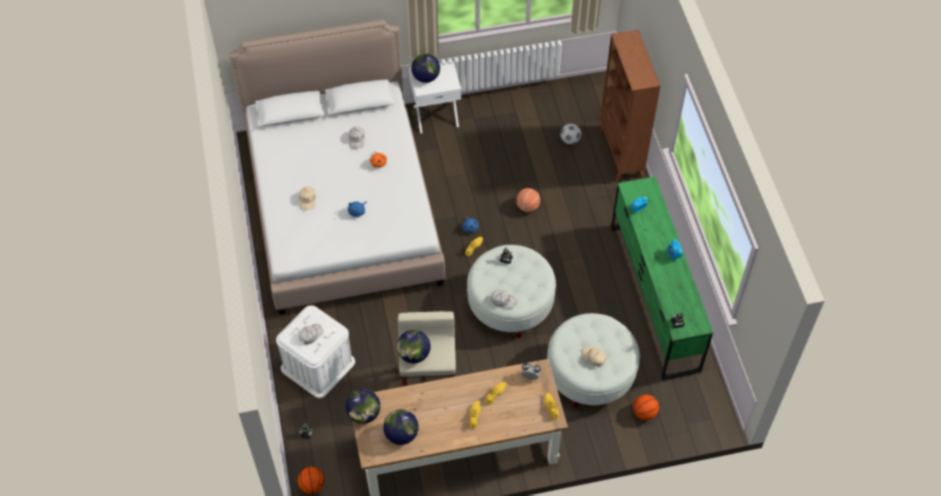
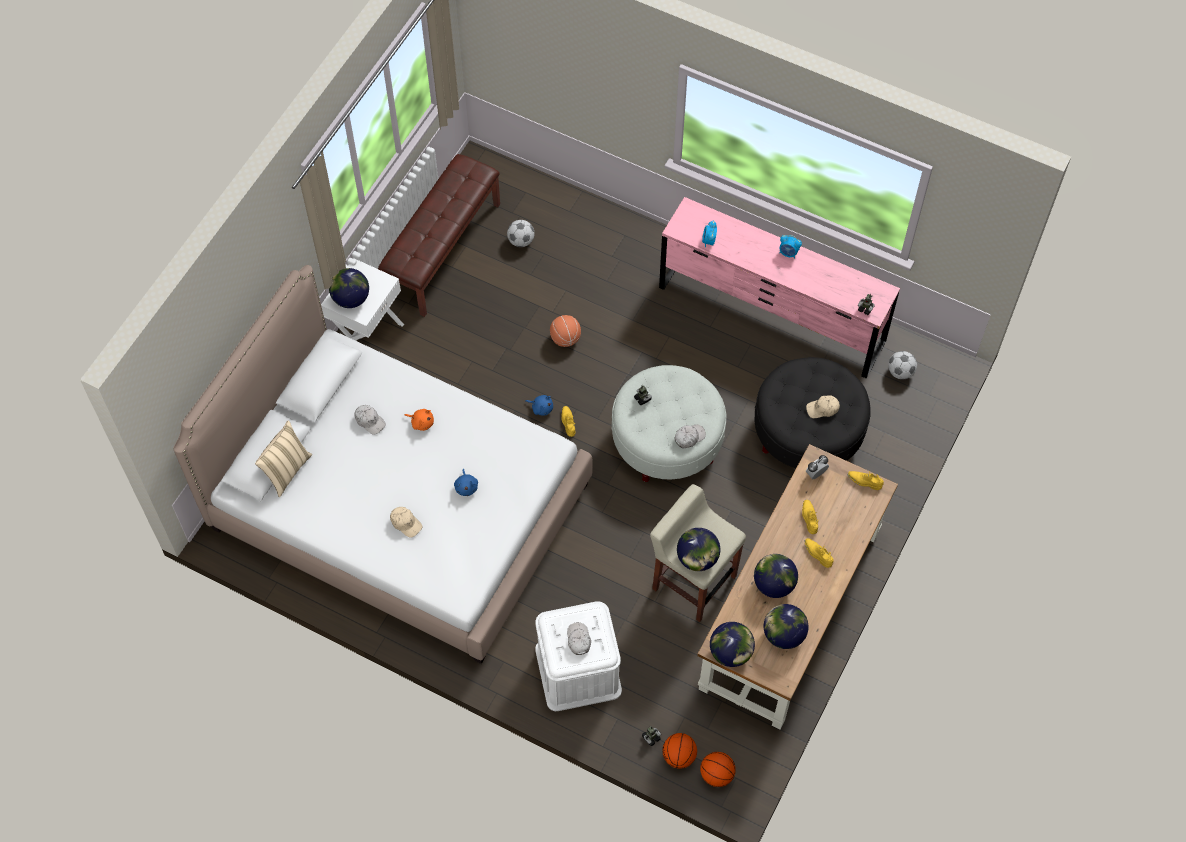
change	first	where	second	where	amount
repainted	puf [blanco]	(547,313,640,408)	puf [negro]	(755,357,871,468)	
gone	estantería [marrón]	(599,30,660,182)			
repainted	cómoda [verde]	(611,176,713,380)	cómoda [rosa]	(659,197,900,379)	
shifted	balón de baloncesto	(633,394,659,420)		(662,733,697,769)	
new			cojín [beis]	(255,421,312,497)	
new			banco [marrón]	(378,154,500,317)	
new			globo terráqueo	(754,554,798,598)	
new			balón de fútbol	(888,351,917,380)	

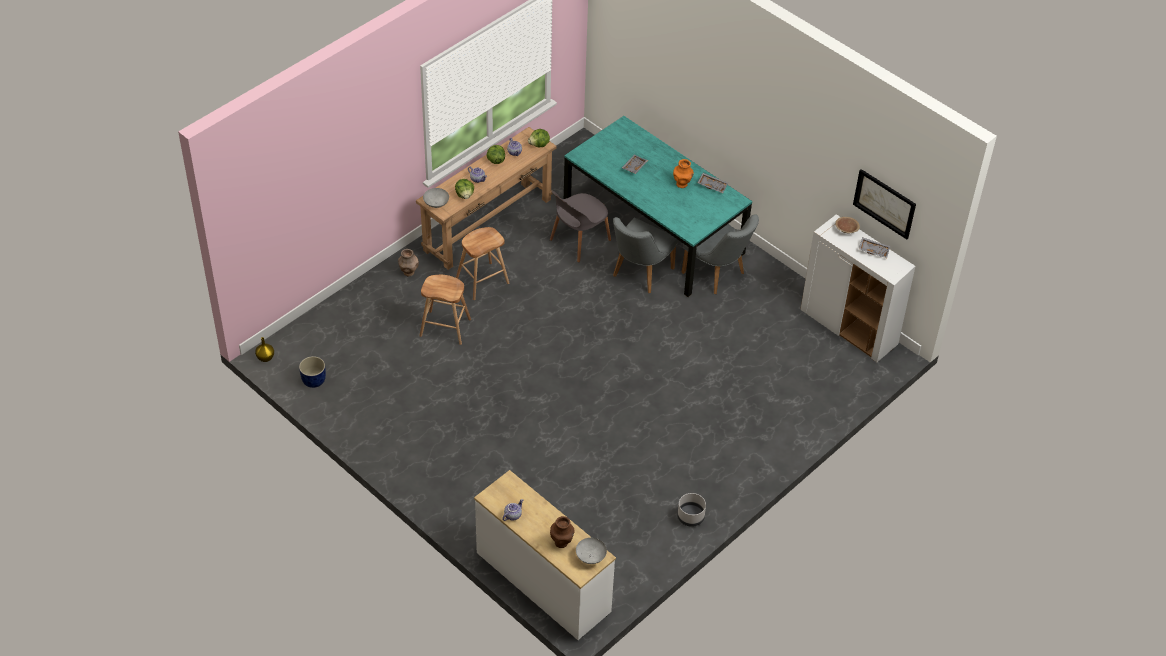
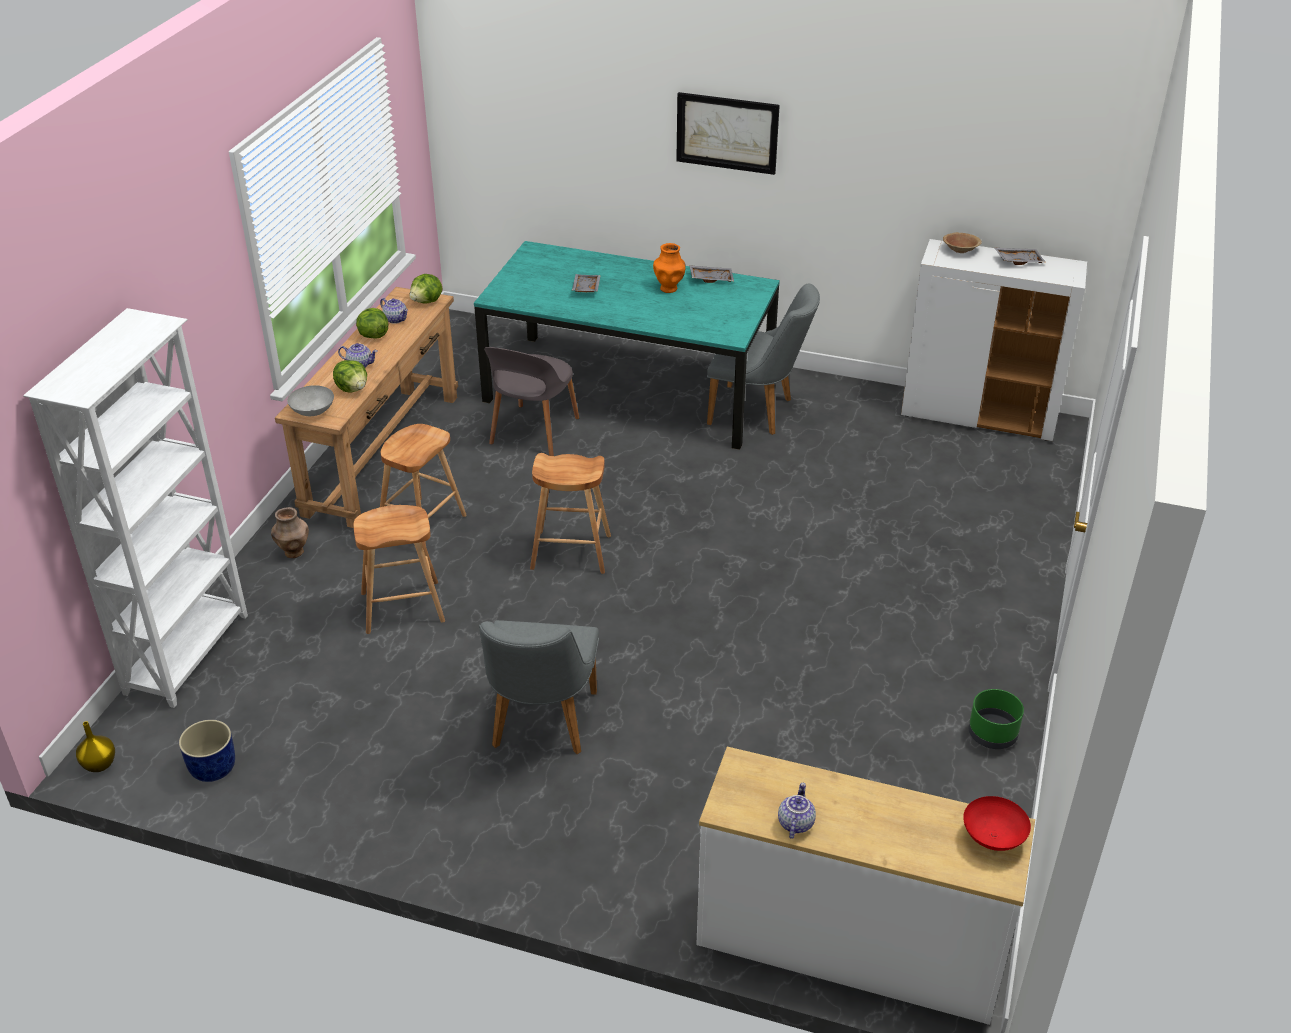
change	first	where	second	where	amount
gone	florero [marrón]	(550,516,575,548)			
repainted	cuenco [gris]	(576,538,607,564)	cuenco [rojo]	(963,796,1031,851)	
shifted	silla [gris]	(613,217,679,293)		(479,620,599,754)	
repainted	maceta [gris]	(678,493,706,527)	maceta [verde]	(969,689,1024,749)	
shifted	cuadro	(853,169,916,239)		(676,92,780,175)	
new			estantería [blanco]	(23,308,248,708)	
new			taburete [marrón]	(530,453,611,574)	

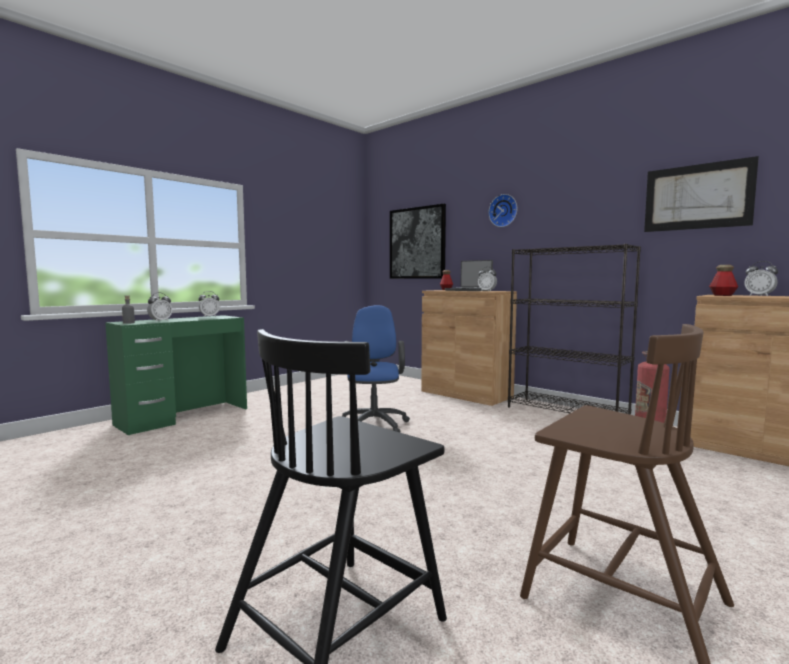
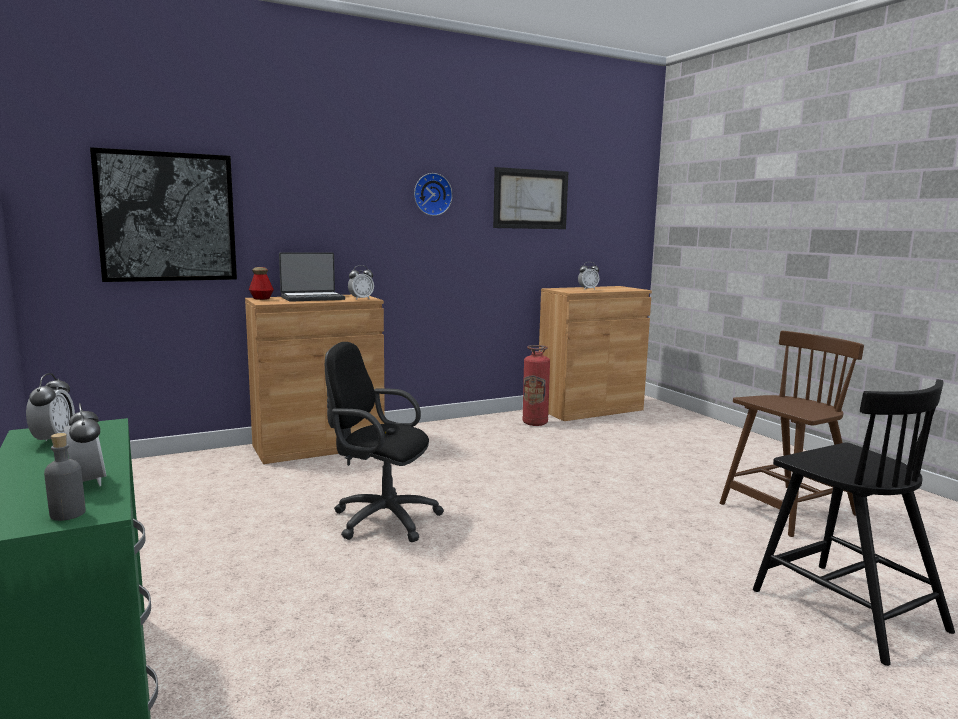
change	first	where	second	where	amount
repainted	silla de oficina [azul]	(342,305,410,432)	silla de oficina [negro]	(325,342,444,542)	
shifted	reloj de pared	(489,194,518,227)		(414,173,453,216)	
gone	estantería [negro]	(508,244,641,415)			
gone	botella	(709,265,738,296)			

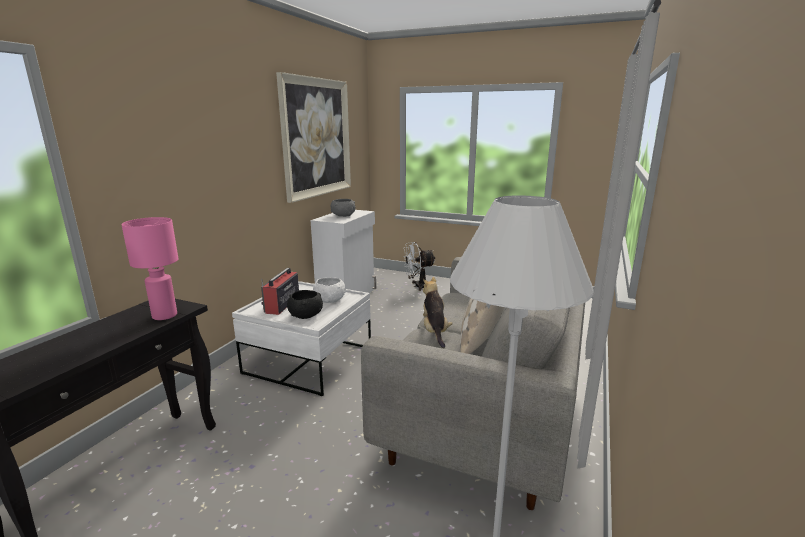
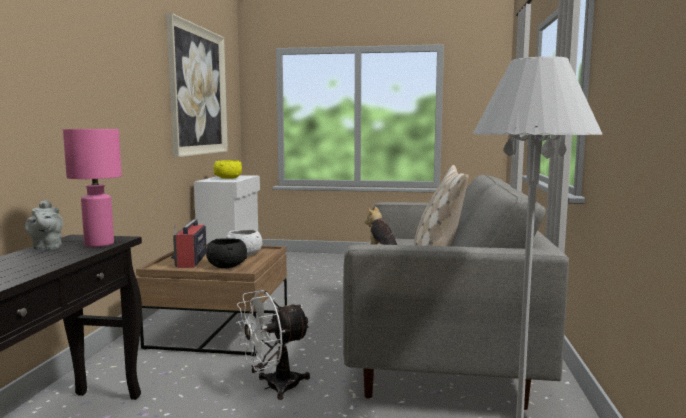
change	first	where	second	where	amount
repainted	mesa de centro [blanco]	(232,281,371,396)	mesa de centro [marrón]	(136,244,287,356)	
repainted	cuenco [gris]	(330,199,355,217)	cuenco [amarillo]	(213,160,242,179)	
shifted	ventilador [blanco]	(403,242,435,291)		(236,290,311,400)	
new			tetera [gris]	(25,200,63,250)	

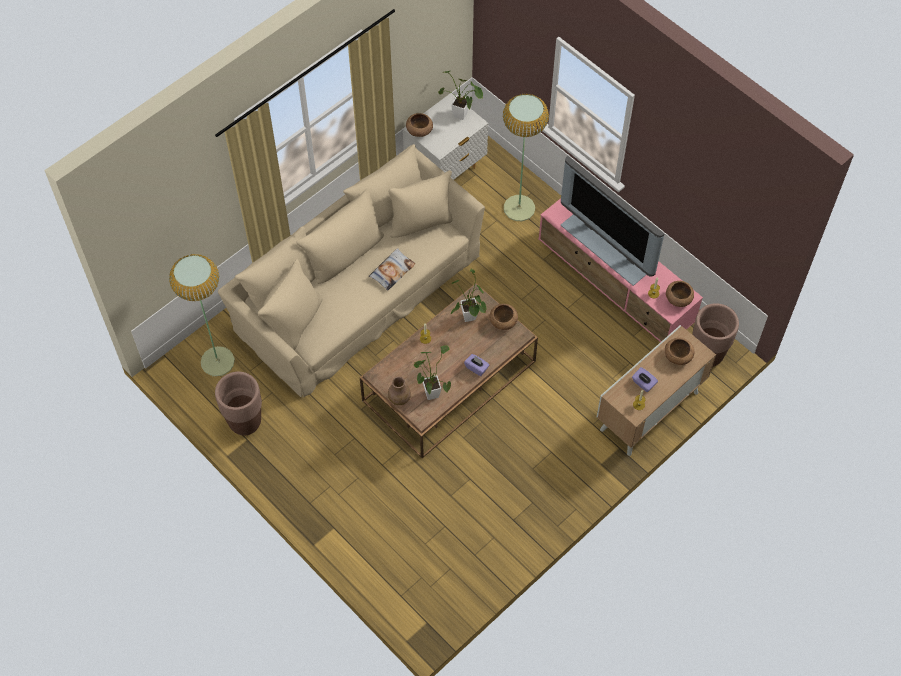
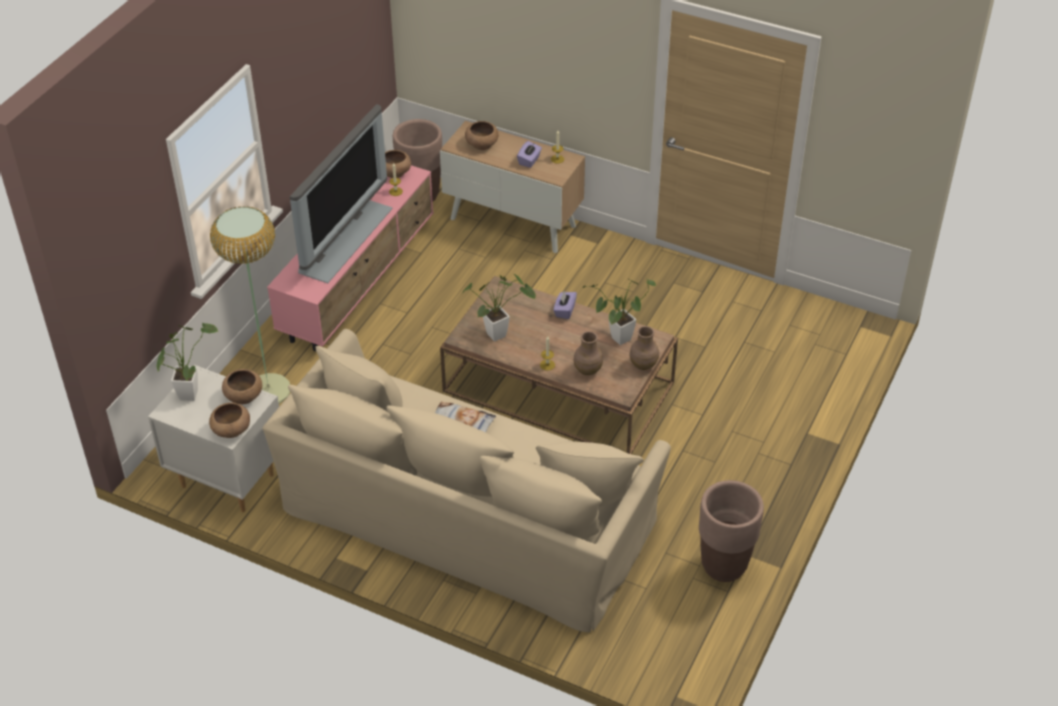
change	first	where	second	where	amount
gone	lámpara de pie	(169,254,235,376)			
shifted	cuenco [marrón]	(490,304,518,330)		(222,369,262,404)	
new			florero [marrón]	(573,331,603,375)	

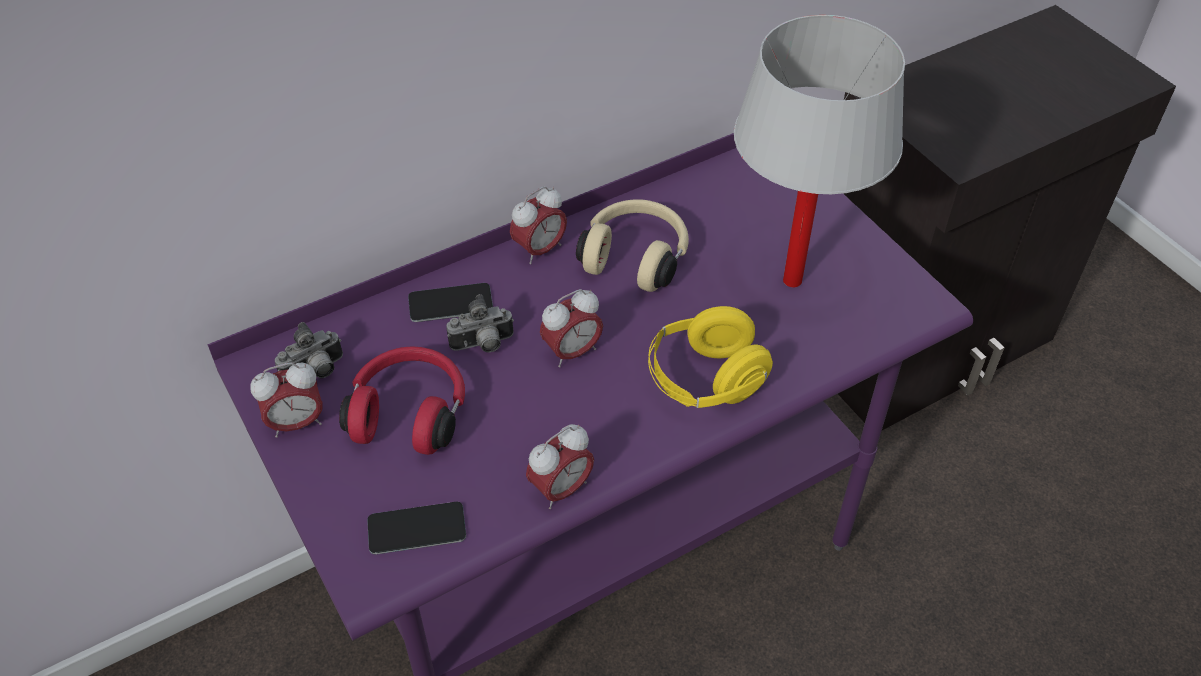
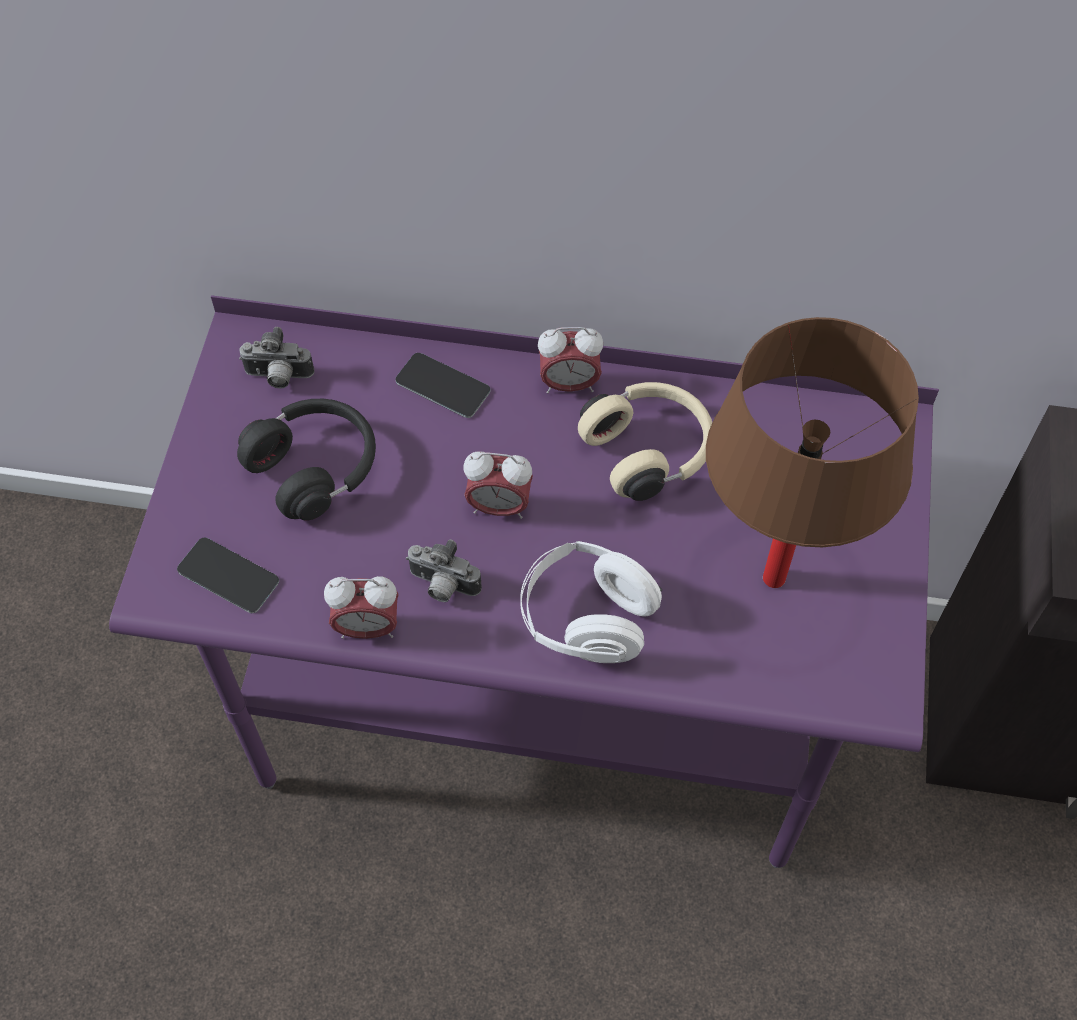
change	first	where	second	where	amount
gone	despertador	(250,362,323,438)			
repainted	auriculares [rojo]	(339,347,465,455)	auriculares [negro]	(237,399,376,521)	
shifted	cámara	(446,294,514,352)		(406,540,482,602)	
repainted	auriculares [amarillo]	(648,306,773,408)	auriculares [blanco]	(520,541,663,663)	
repainted	lámpara de mesa [blanco]	(734,15,905,287)	lámpara de mesa [marrón]	(706,317,919,588)	

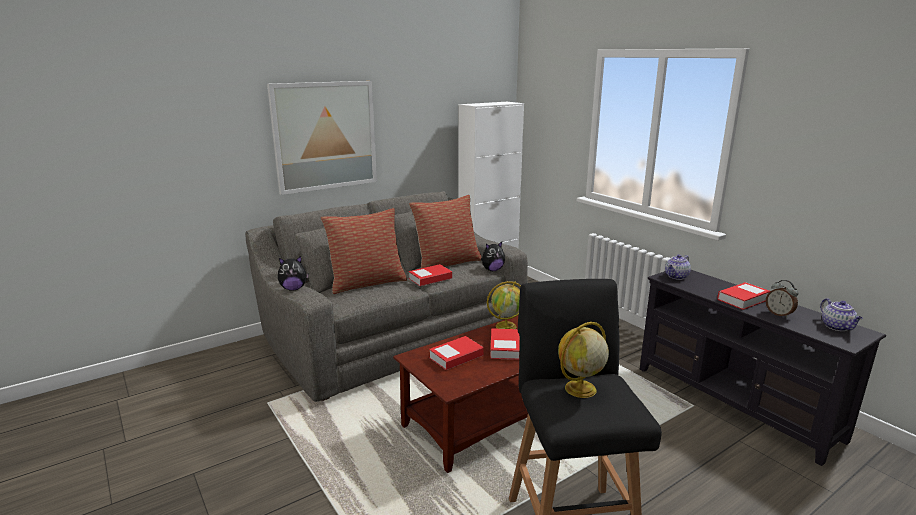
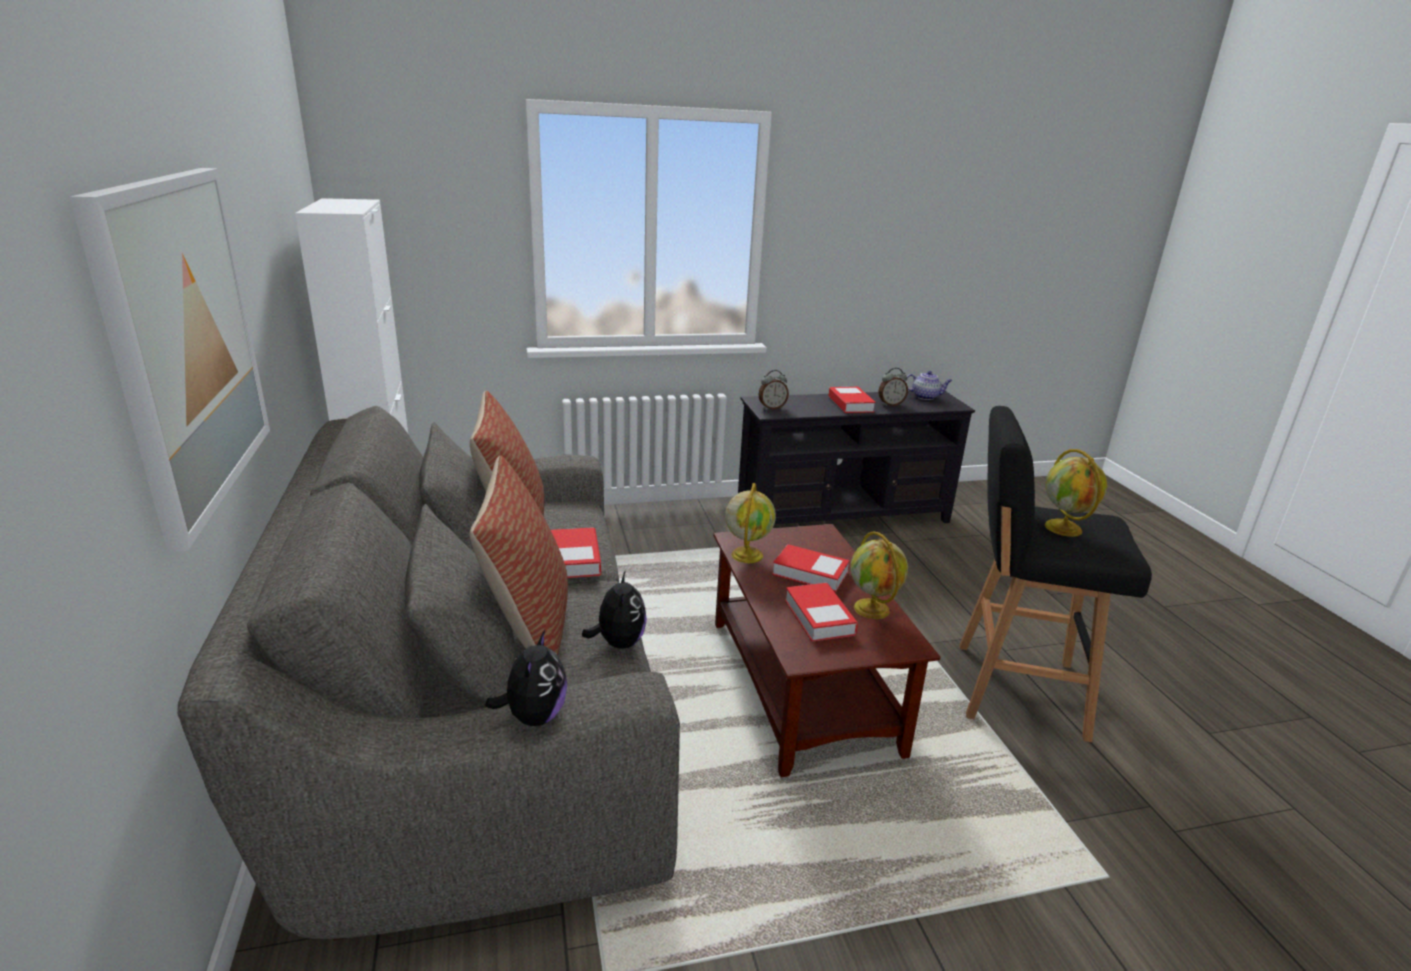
change	first	where	second	where	amount
shifted	peluche	(481,242,505,271)		(582,570,647,649)	
swapped	tetera	(665,255,691,280)	despertador	(758,370,789,409)	
new			globo terráqueo	(850,531,908,619)	

